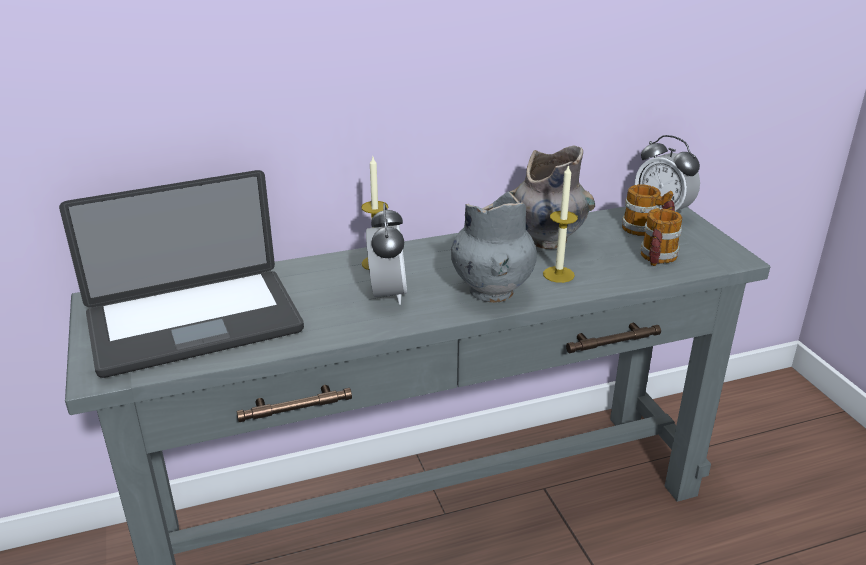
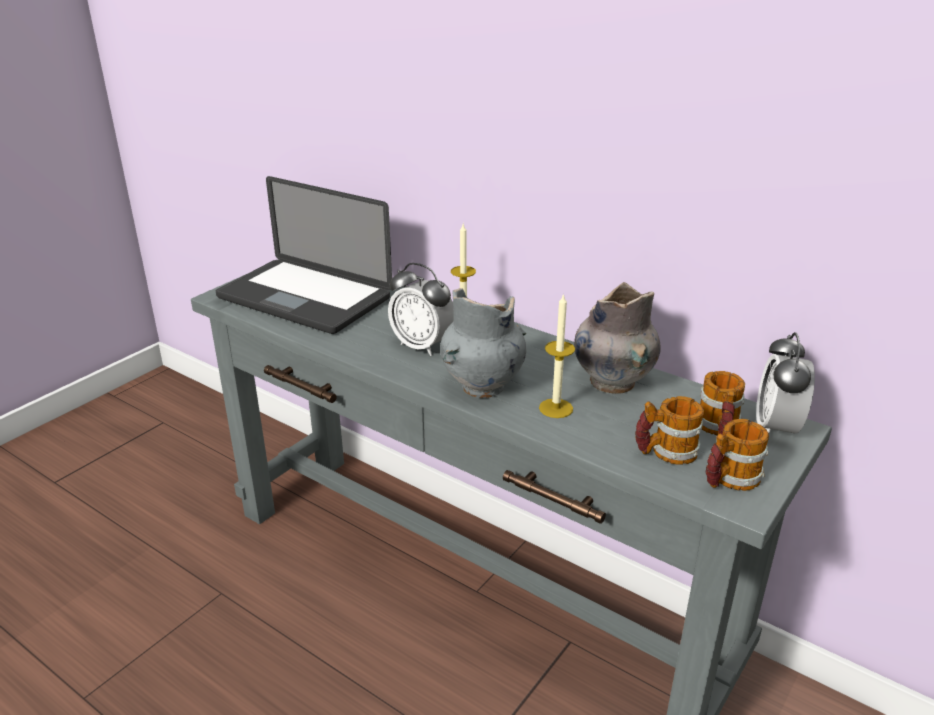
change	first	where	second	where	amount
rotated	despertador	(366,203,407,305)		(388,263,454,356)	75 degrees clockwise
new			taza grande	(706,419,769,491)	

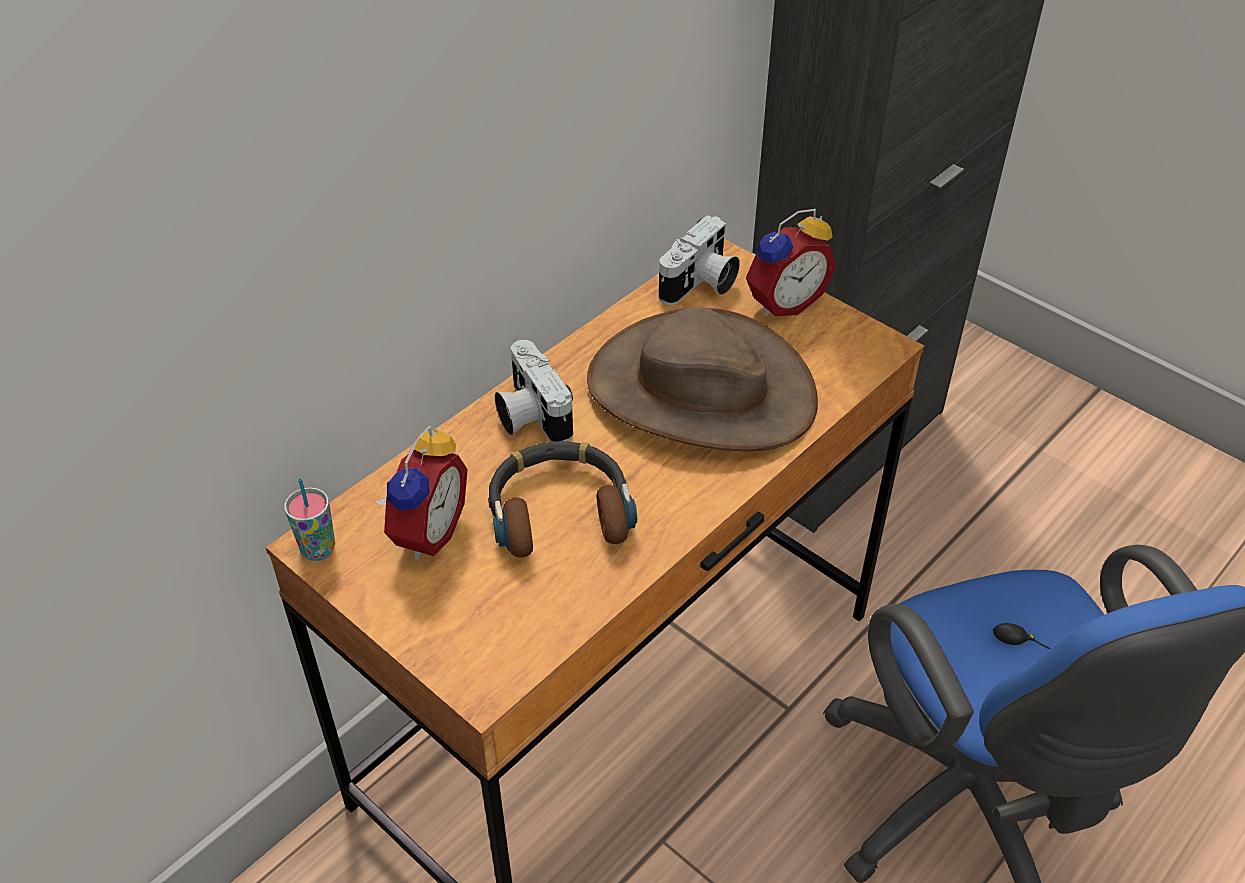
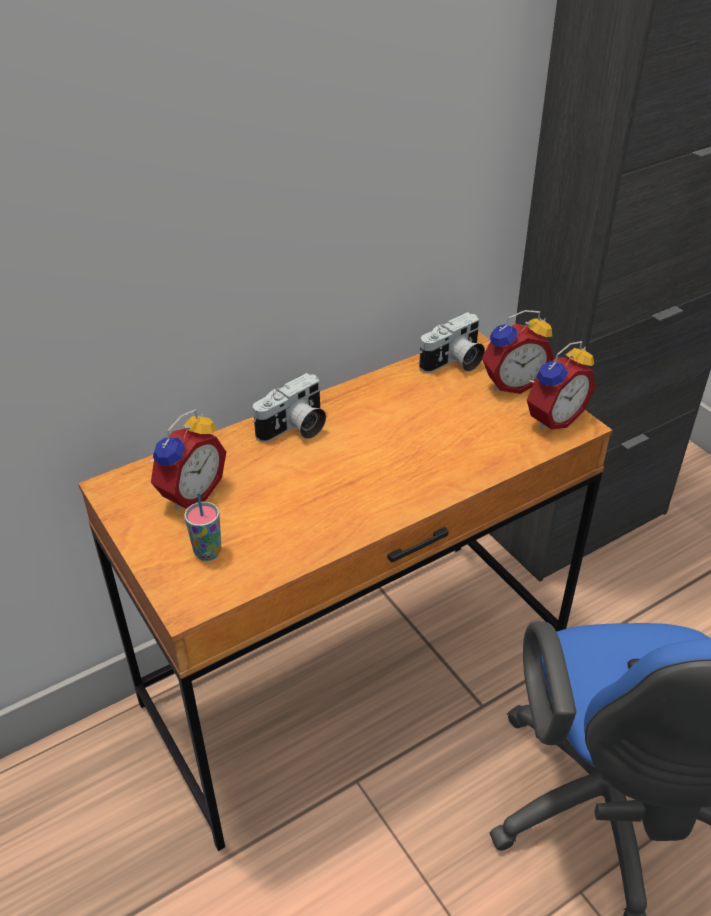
change	first	where	second	where	amount
shifted	taza	(284,478,335,561)		(184,492,221,561)	
gone	auriculares	(488,441,637,558)			
rotated	cámara	(495,340,573,442)		(253,373,326,442)	120 degrees counterclockwise
gone	sombrero [marrón]	(587,307,818,451)			
new			despertador	(527,341,596,430)	

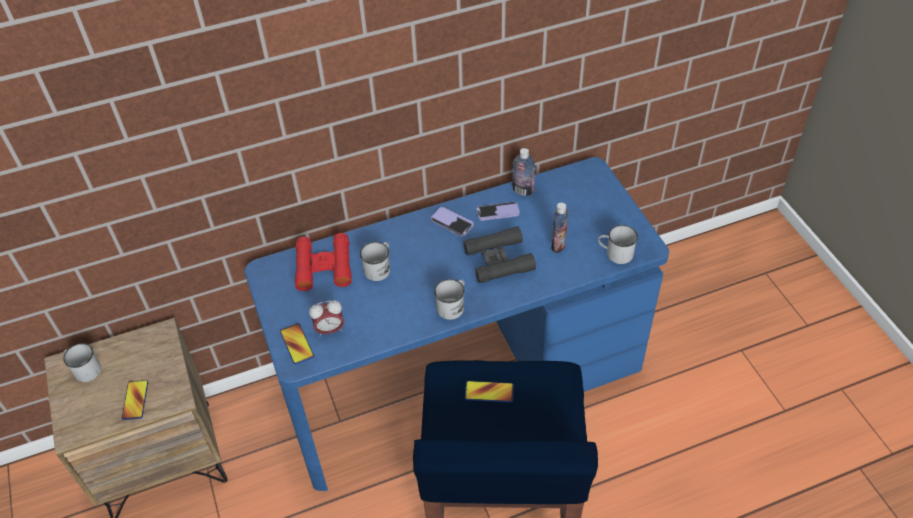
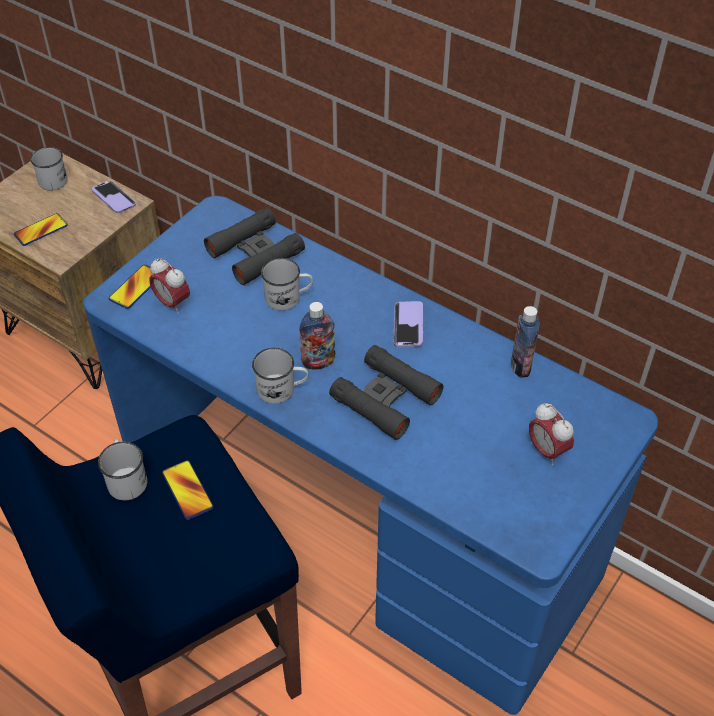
change	first	where	second	where	amount
repainted	prismáticos [rojo]	(295,233,352,291)	prismáticos [negro]	(204,208,305,285)	
shifted	móvil	(477,202,520,221)		(92,181,136,213)	
shifted	botella	(551,202,568,253)		(299,302,335,369)	
shifted	taza grande [blanco]	(598,225,638,264)		(98,439,147,500)	
new			despertador	(529,403,574,466)	

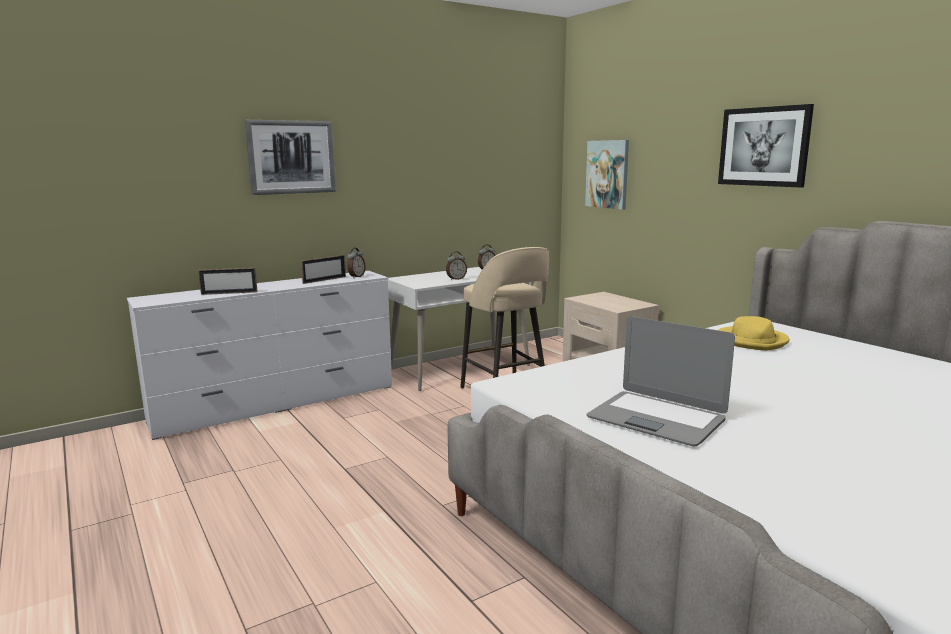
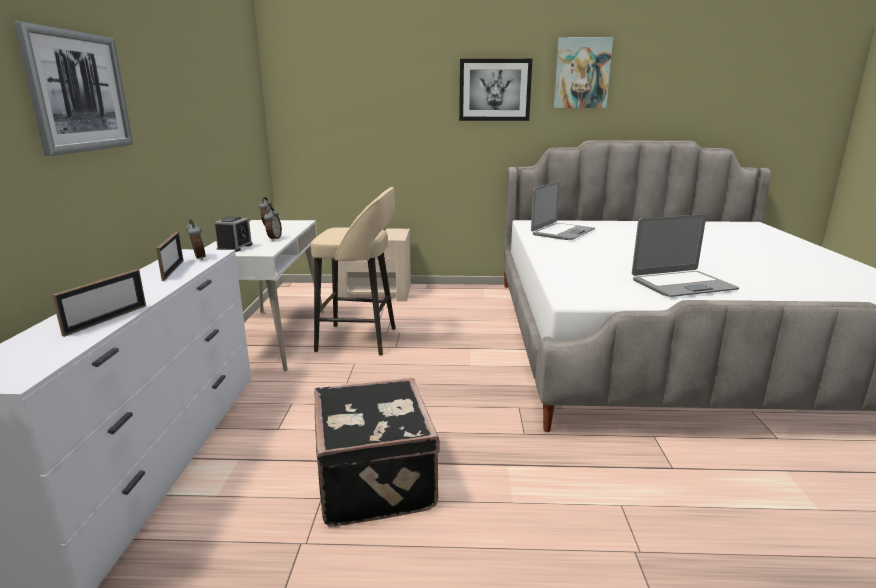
change	first	where	second	where	amount
shifted	cuadro	(585,140,629,210)		(553,37,613,108)	
swapped	sombrero [amarillo]	(718,316,790,351)	portátil	(531,182,595,240)	
new			despertador	(214,216,253,252)	
new			maleta [negro]	(314,378,440,527)	

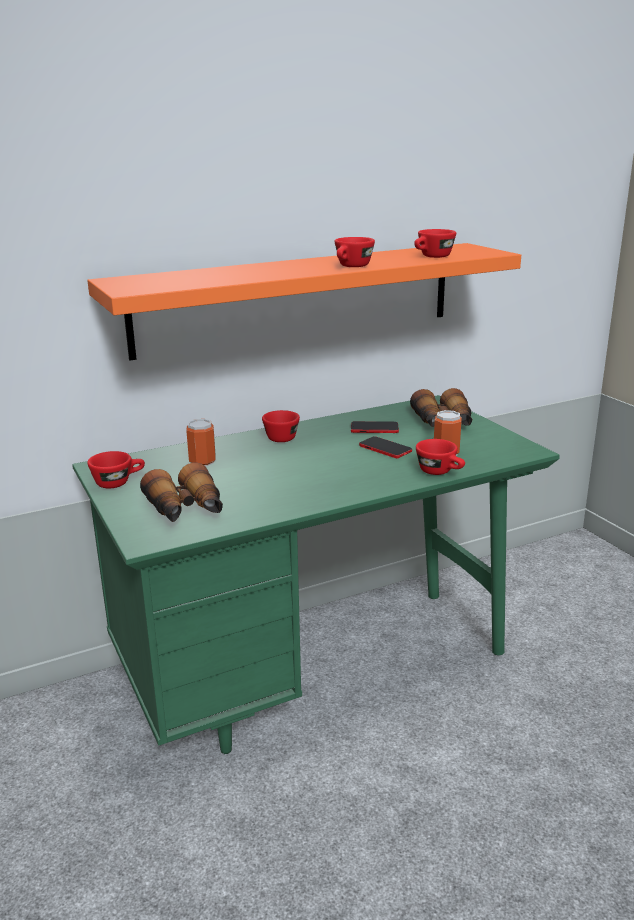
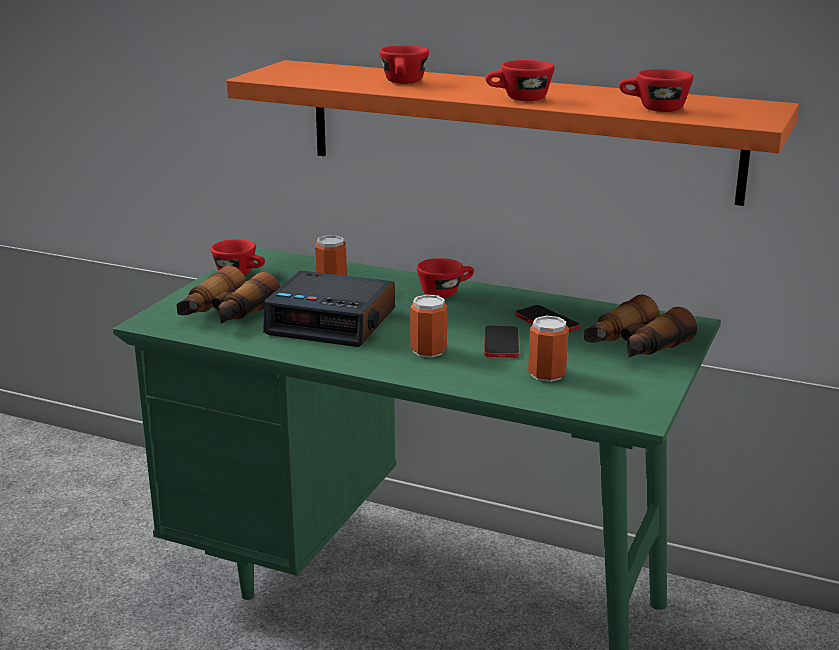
change	first	where	second	where	amount
shifted	taza [rojo]	(416,439,465,475)		(379,45,429,84)	
new			despertador	(263,271,395,347)	
new			lata	(410,295,447,358)	

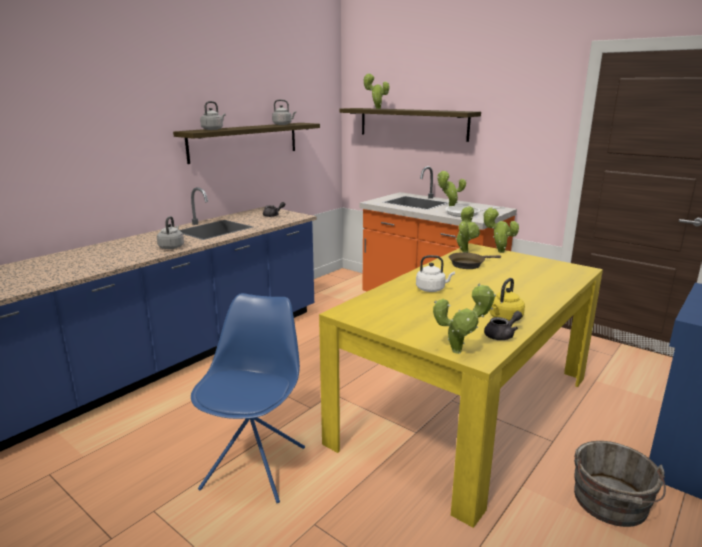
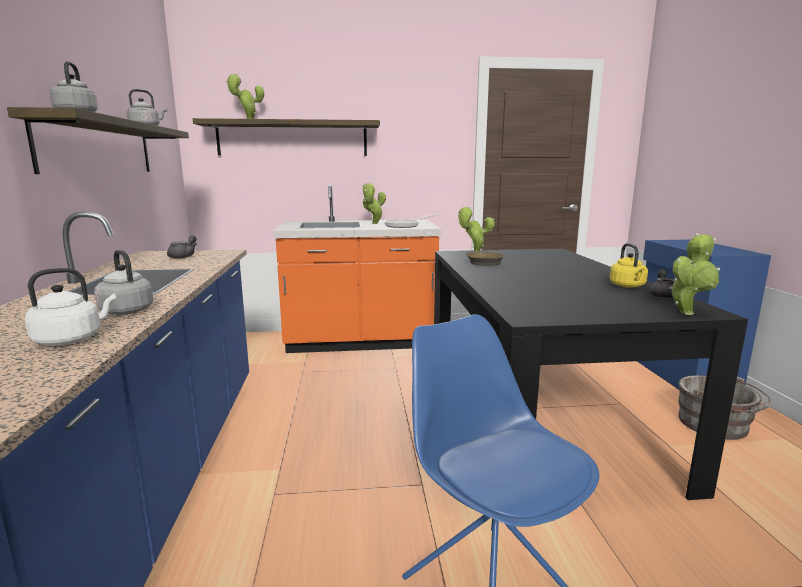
change	first	where	second	where	amount
repainted	mesa de comedor [amarillo]	(319,243,603,528)	mesa de comedor [negro]	(434,249,748,500)	
shifted	hervidor [blanco]	(416,255,455,292)		(25,268,116,346)	
gone	planta en maceta	(455,206,480,253)			

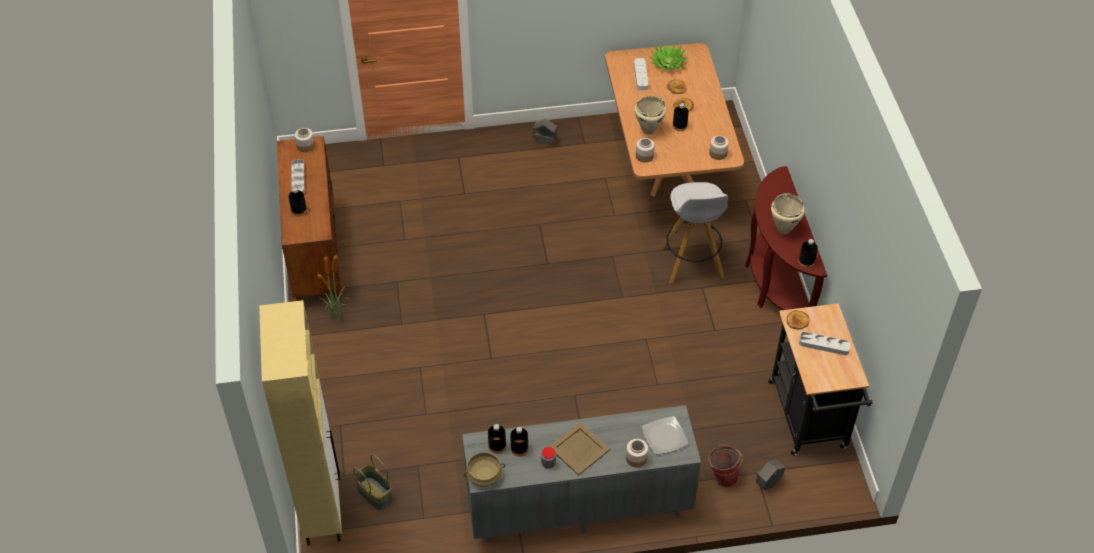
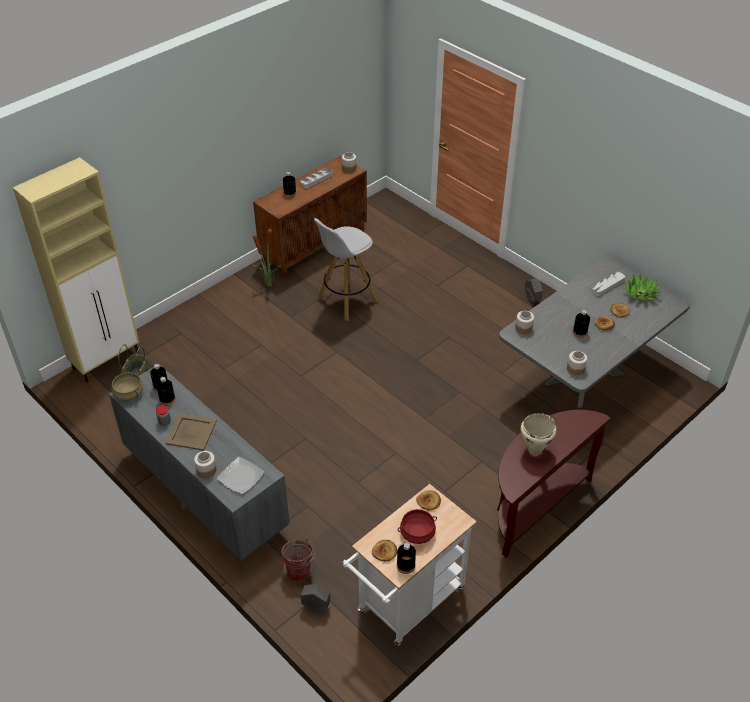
change	first	where	second	where	amount
repainted	mesa de comedor [marrón]	(605,43,744,197)	mesa de comedor [gris]	(499,257,690,408)	
gone	olla [beis]	(634,96,666,135)			
shifted	taburete [blanco]	(660,182,728,284)		(314,218,378,321)	
repainted	carrito [negro]	(768,303,873,455)	carrito [blanco]	(343,484,477,646)	
shifted	botella [negro]	(798,239,818,268)		(397,543,416,574)	
swapped	bandeja [gris]	(799,332,851,355)	olla [rojo]	(398,509,437,544)	
new			pan	(372,540,397,561)	

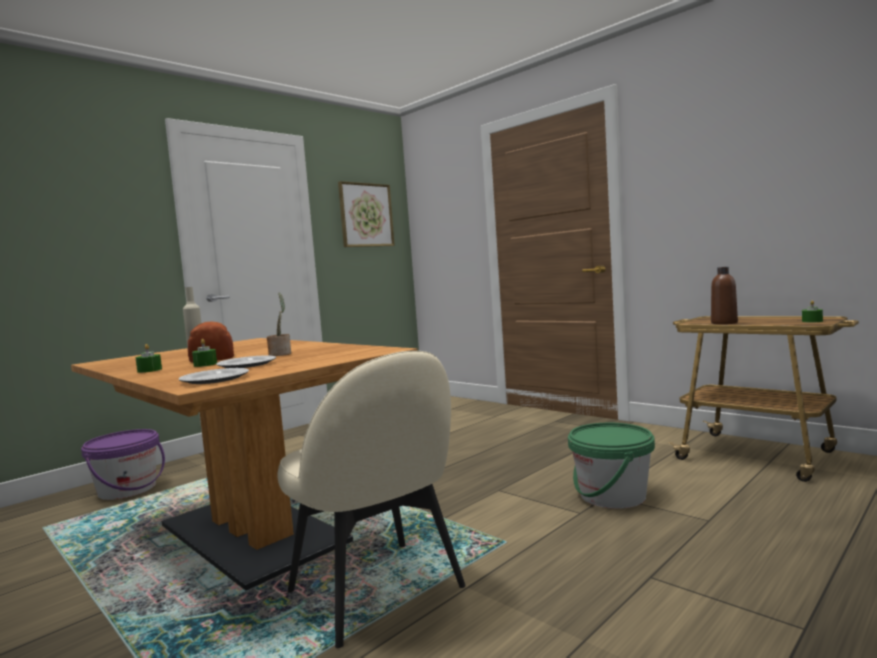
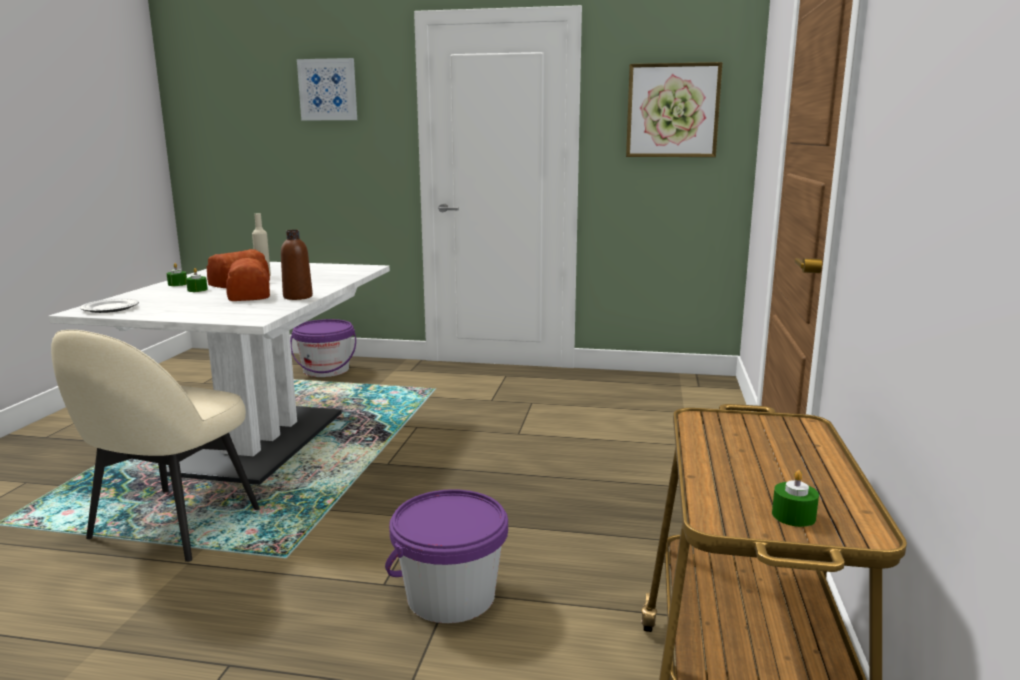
change	first	where	second	where	amount
repainted	mesa de comedor [marrón]	(71,338,418,591)	mesa de comedor [blanco]	(48,262,390,485)	
gone	plato	(216,355,276,368)			
swapped	planta en maceta	(267,293,291,356)	pan	(226,258,270,301)	
repainted	cubo [verde]	(568,423,655,509)	cubo [morado]	(385,489,508,623)	
shifted	botella [marrón]	(711,267,738,325)		(281,230,313,300)	
new			cuadro	(297,58,357,120)	

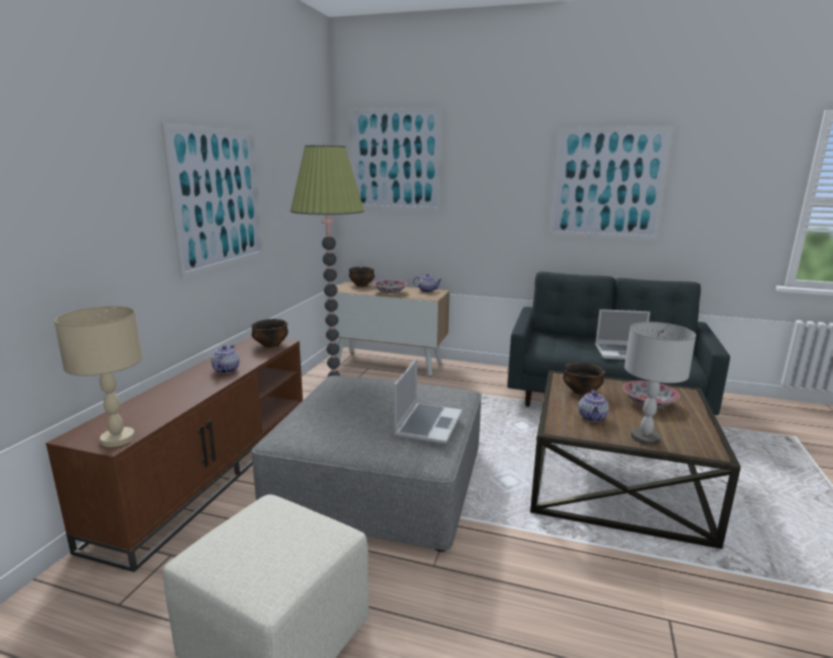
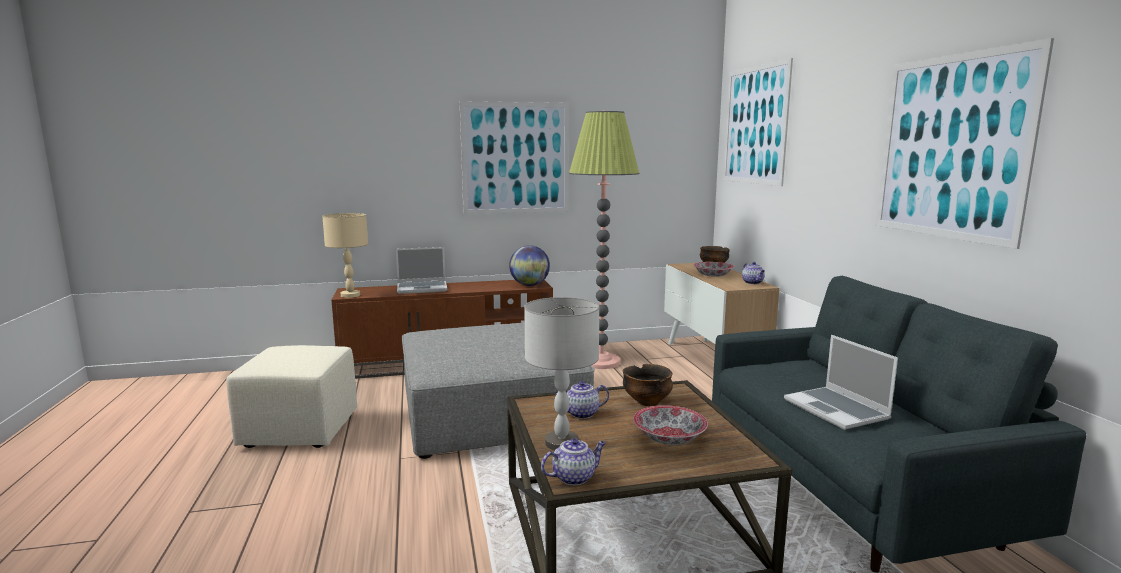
change	first	where	second	where	amount
shifted	tetera	(211,345,240,373)		(541,438,606,485)	
swapped	cuenco	(252,319,288,348)	globo terráqueo	(509,245,550,286)	
shifted	portátil	(394,359,462,444)		(396,247,447,294)	

